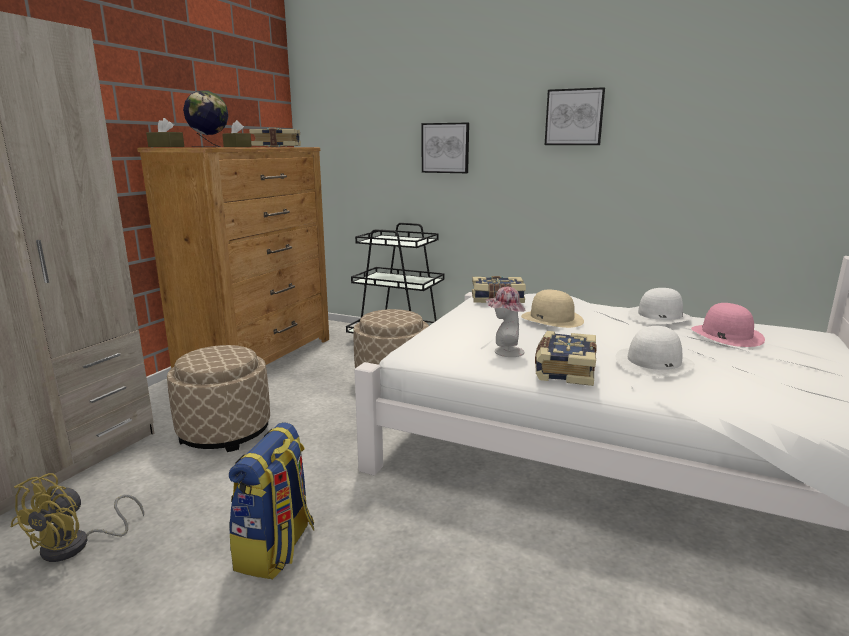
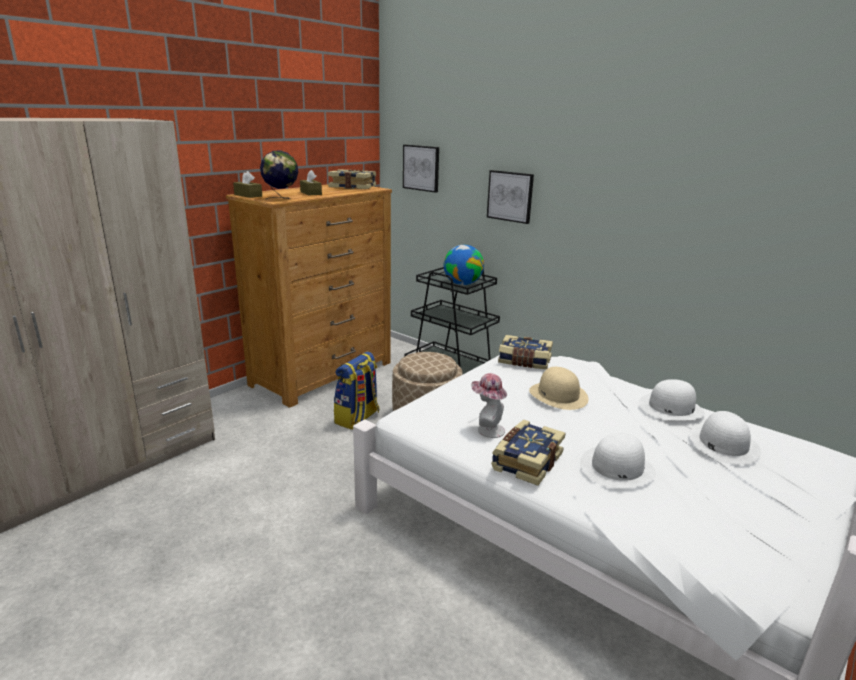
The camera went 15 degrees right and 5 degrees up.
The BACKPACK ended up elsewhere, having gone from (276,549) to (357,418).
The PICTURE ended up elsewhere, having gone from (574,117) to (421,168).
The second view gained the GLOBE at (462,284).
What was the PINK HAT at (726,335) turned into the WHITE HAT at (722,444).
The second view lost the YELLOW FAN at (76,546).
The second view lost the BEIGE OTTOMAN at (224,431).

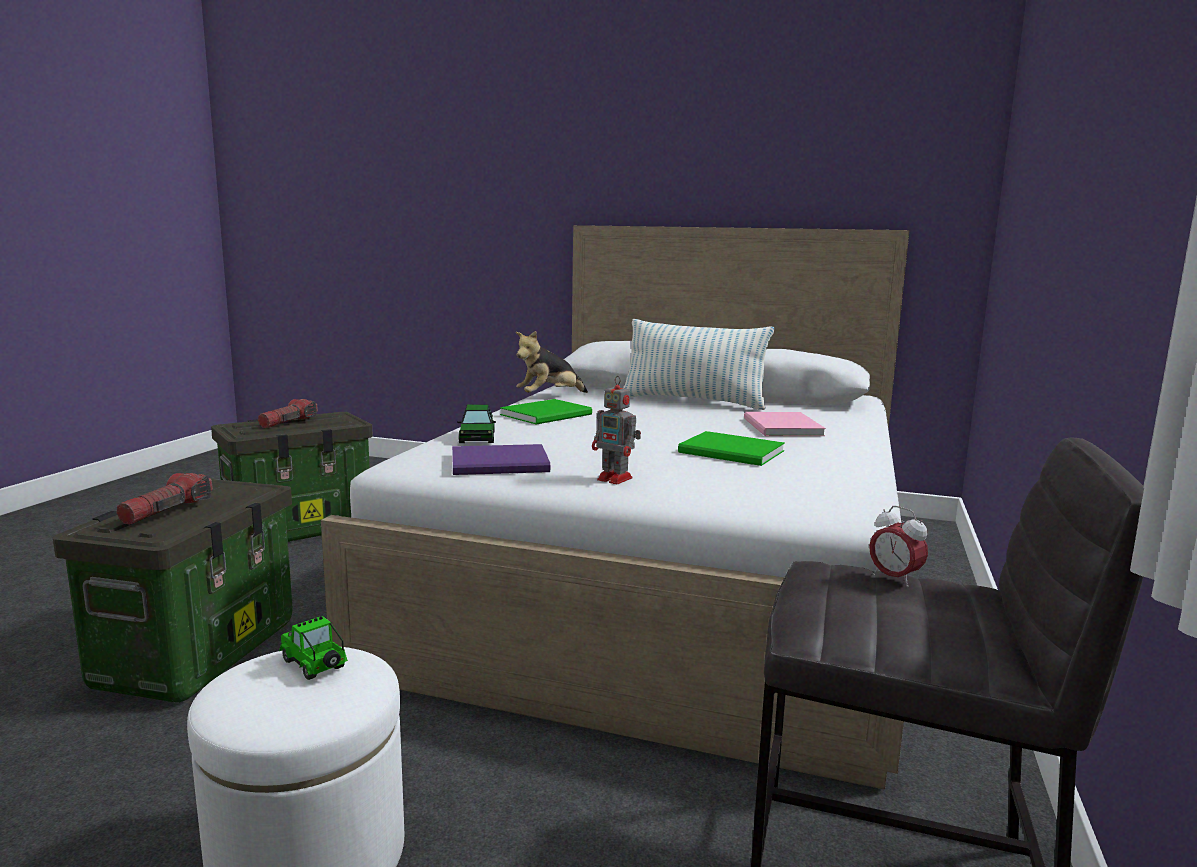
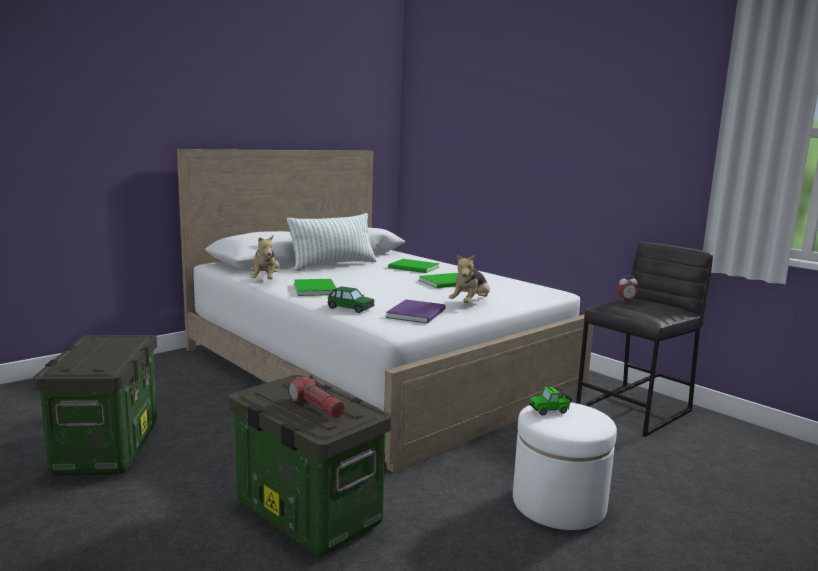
The camera went 60 degrees left and 0 degrees up.
What was the PINK BOOK at (781,428) turned into the GREEN BOOK at (414,268).
Where the TOY ROBOT stood at (616,479), the PLUSH TOY came to stand at (470,304).
The second view lost the FLASHLIGHT at (288,423).

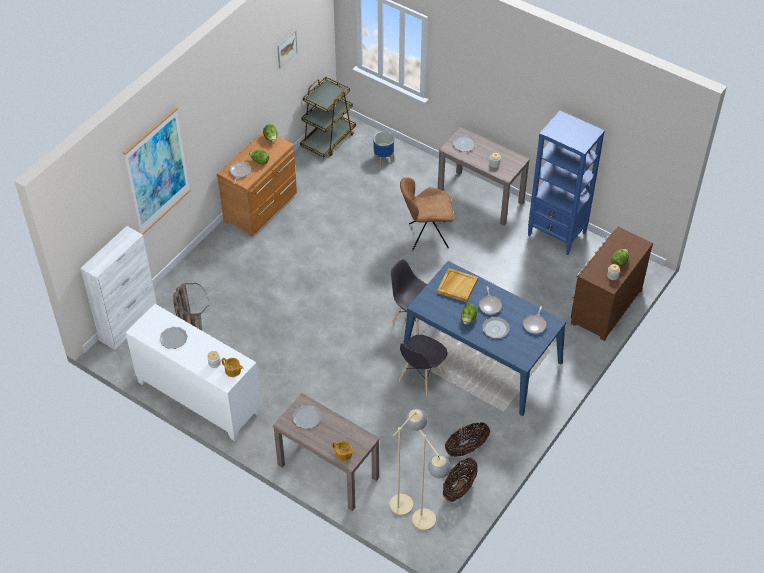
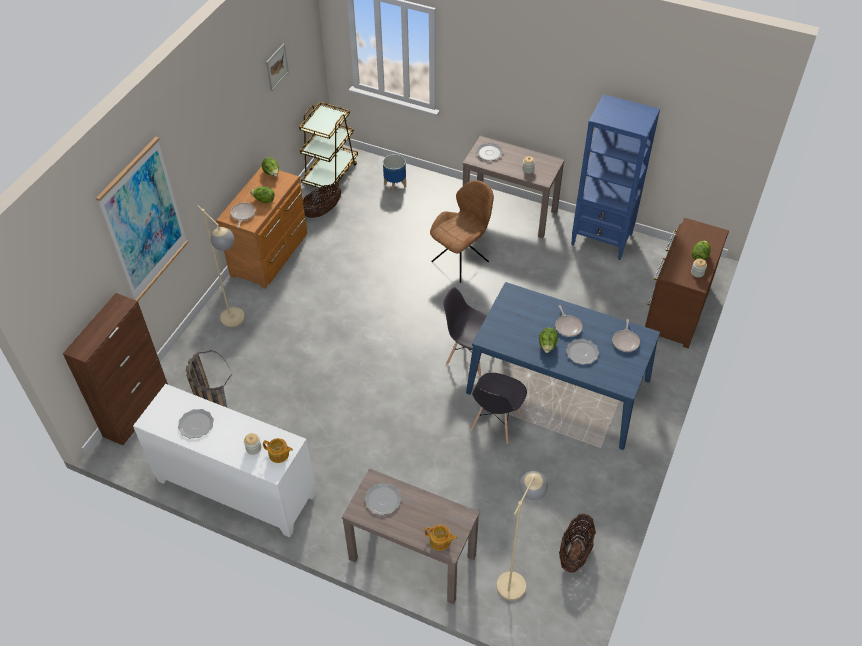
The camera went 10 degrees left and 0 degrees up.
What was the WHITE CABINET at (129,324) turned into the BROWN CABINET at (136,410).
The BEIGE FLOOR LAMP ended up elsewhere, having gone from (428,526) to (237,323).
The BASKET ended up elsewhere, having gone from (466,448) to (322,211).
The BROWN CHAIR at (426,236) ended up facing another way, 150 degrees clockwise from before.
The second view lost the BEIGE TRAY at (457,286).

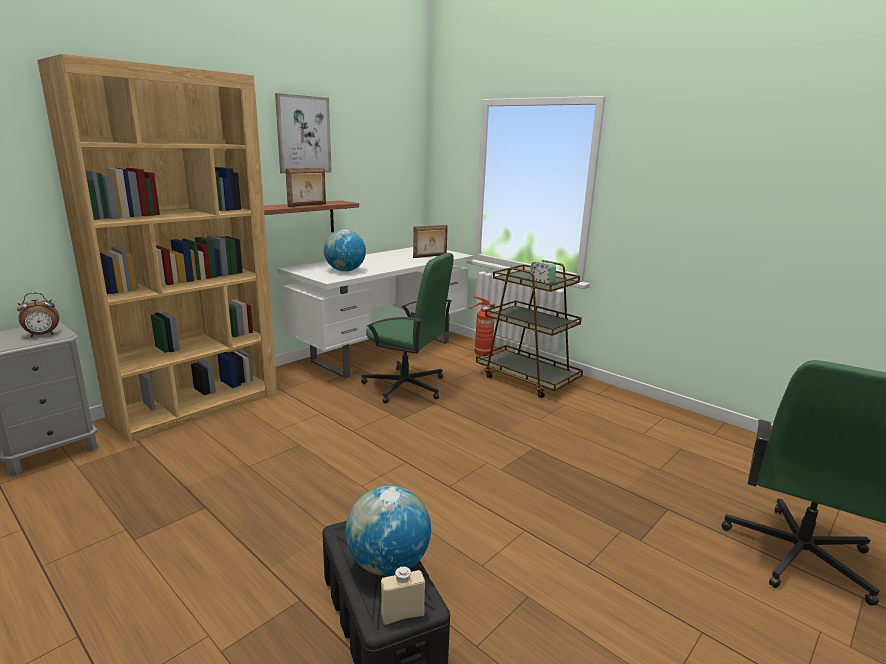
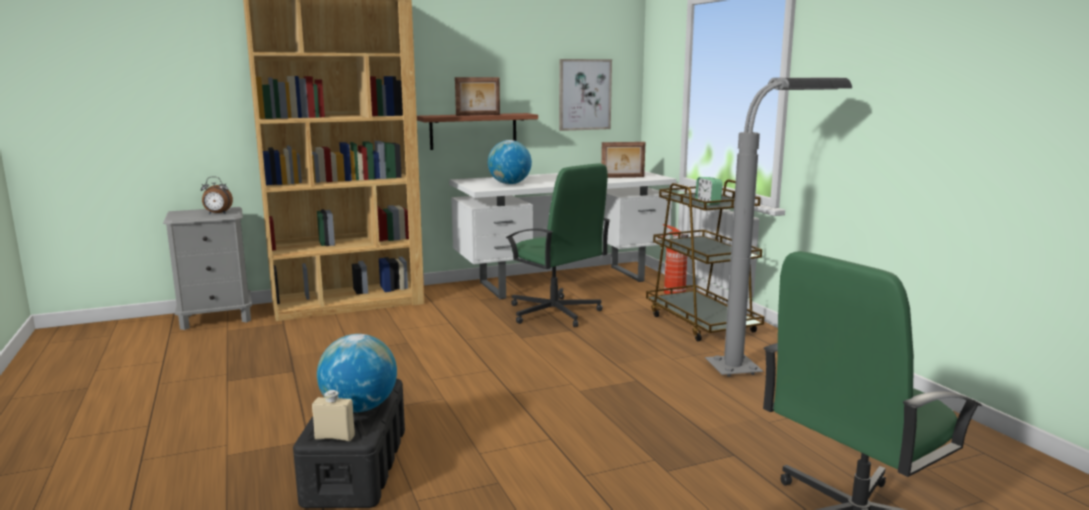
The camera went 25 degrees right and 5 degrees down.
The PICTURE ended up elsewhere, having gone from (303,135) to (584,94).
The second view gained the GREY FLOOR LAMP at (761,367).

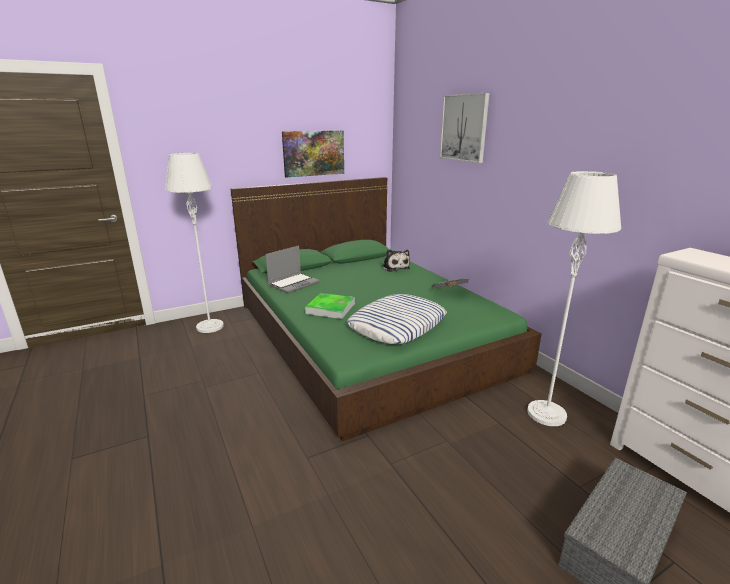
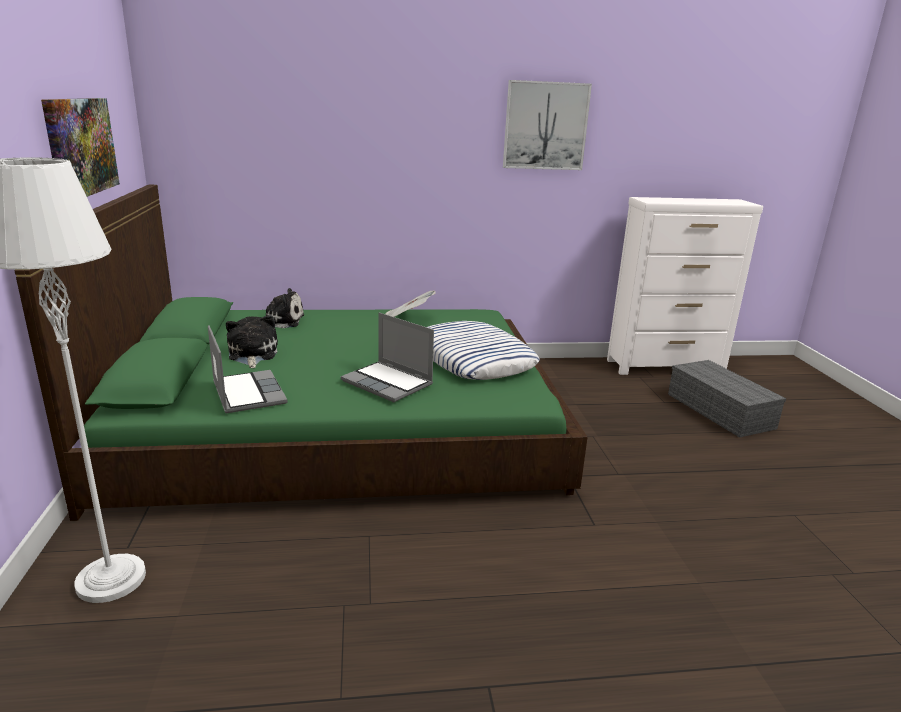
The camera went 70 degrees left and 0 degrees up.
The second view gained the PLUSH TOY at (252,354).
Where the TRAY stood at (330,308), the LAPTOP came to stand at (388,383).
The PICTURE ended up elsewhere, having gone from (464,128) to (545,126).
The second view lost the WHITE FLOOR LAMP at (546,414).

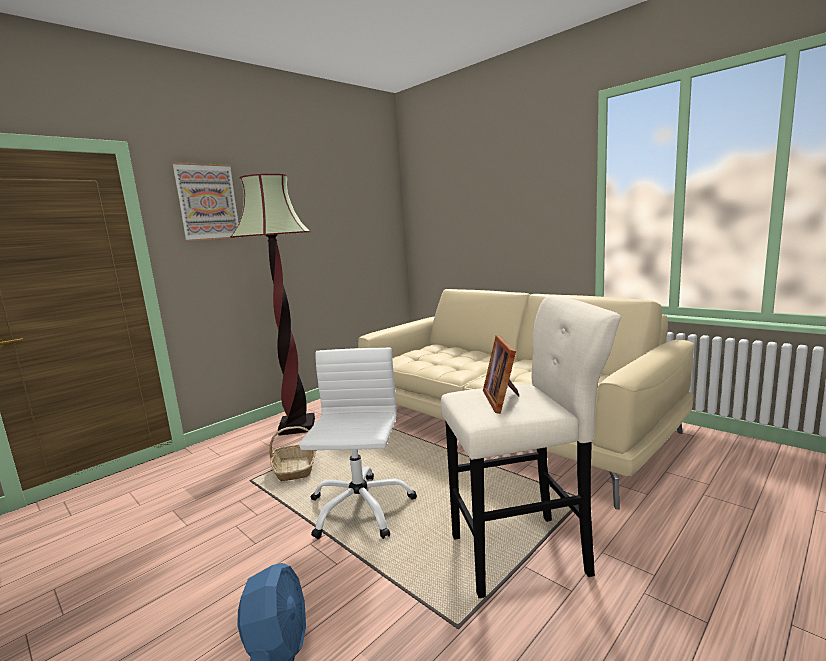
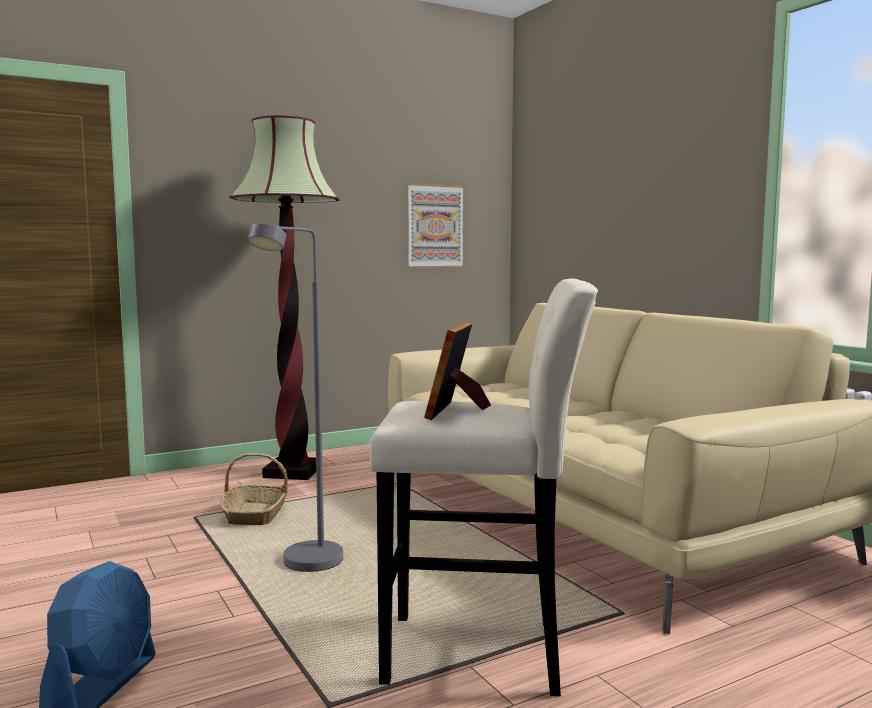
The camera went 15 degrees right and 5 degrees down.
Where the WHITE OFFICE CHAIR stood at (360,508), the GREY FLOOR LAMP came to stand at (304,567).
The PICTURE ended up elsewhere, having gone from (207,202) to (435,226).

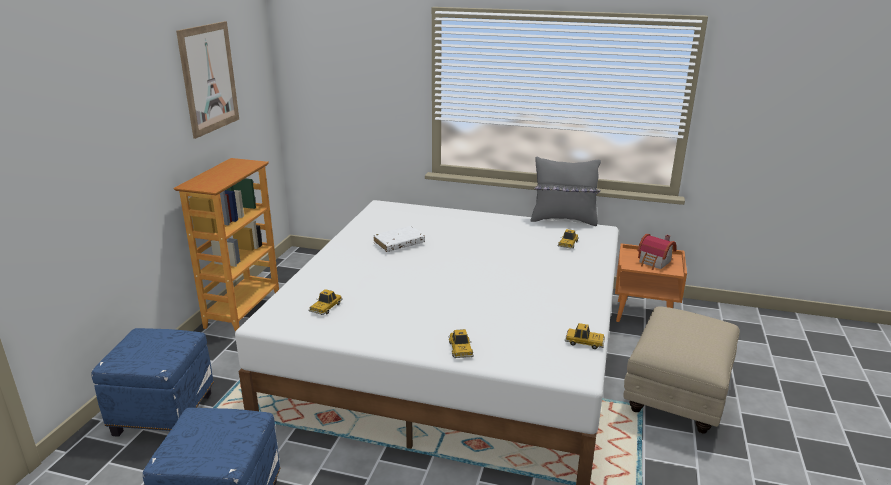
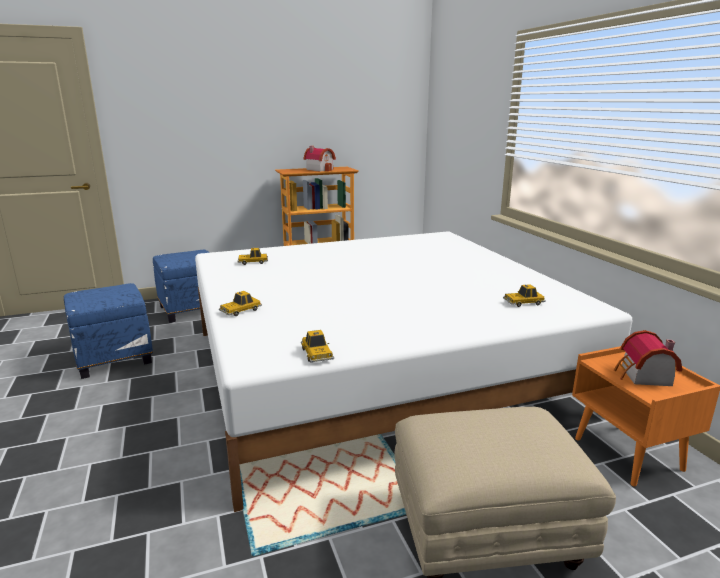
The camera went 55 degrees right and 5 degrees down.
The second view gained the TOY HOUSE at (320,169).
The second view lost the PICTURE at (209,78).
The second view lost the WHITE BOOK at (399,244).
The second view lost the GREY PILLOW at (563,220).

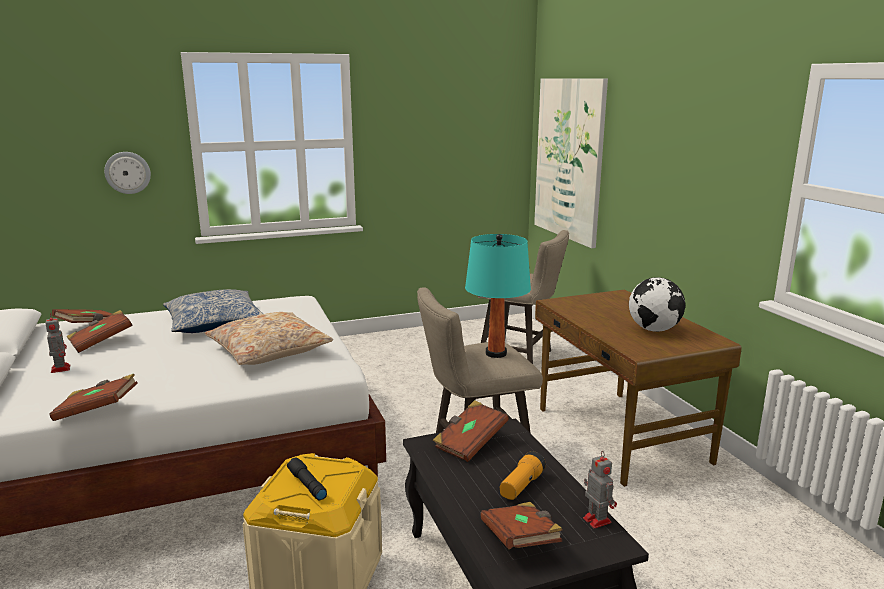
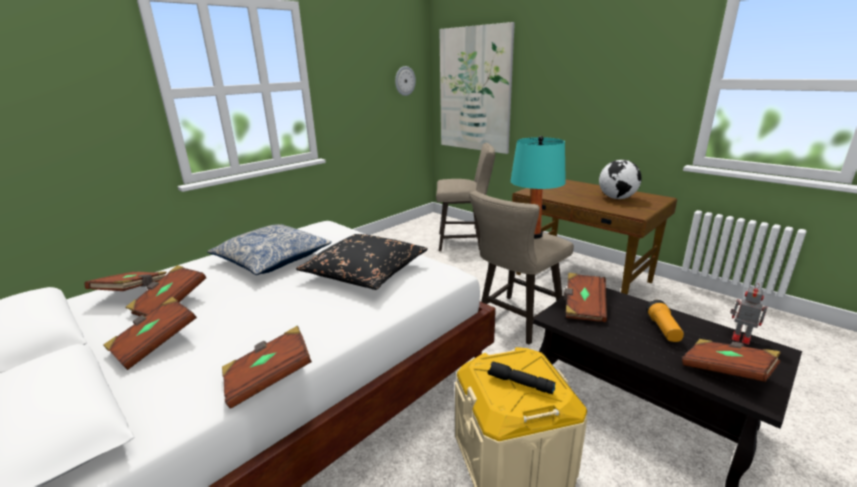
The camera went 25 degrees left and 5 degrees up.
Where the TOY ROBOT stood at (60,368), the BROWN BOOK came to stand at (155,344).
What was the BEIGE PILLOW at (269,351) turned into the BLACK PILLOW at (365,272).
The WALL CLOCK ended up elsewhere, having gone from (127,172) to (404,81).

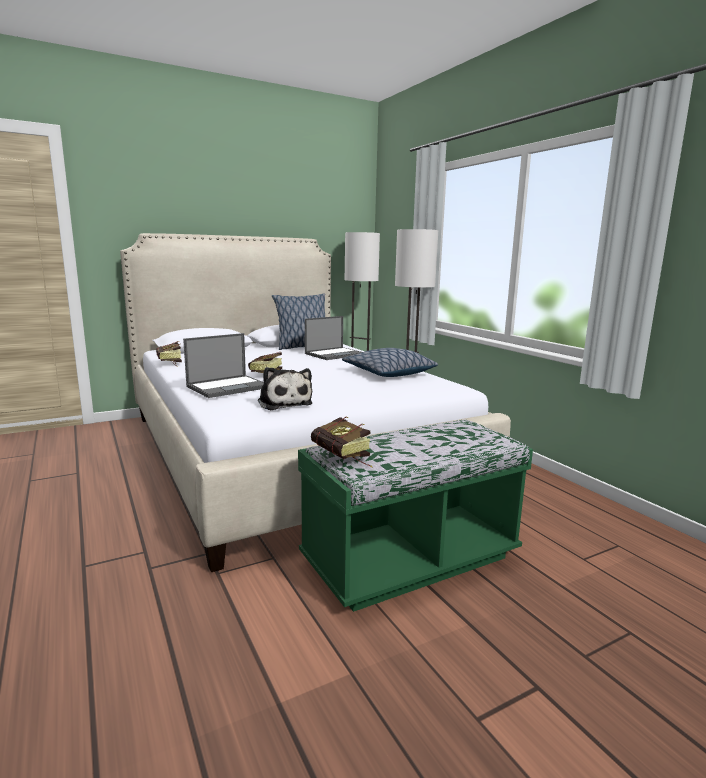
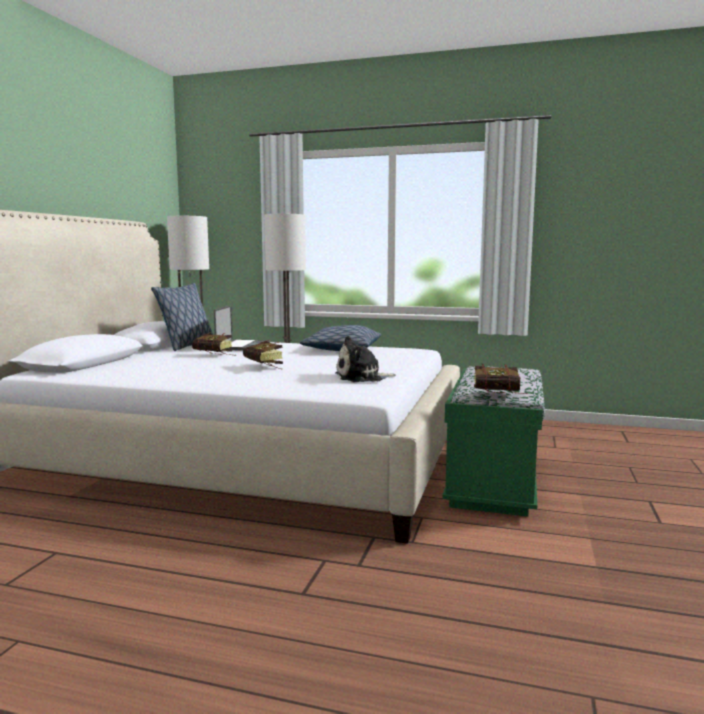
The camera went 45 degrees left and 5 degrees down.
The BOOK ended up elsewhere, having gone from (170,363) to (216,355).
The PLUSH TOY at (284,403) ended up facing another way, 150 degrees clockwise from before.
The second view lost the LAPTOP at (228,387).

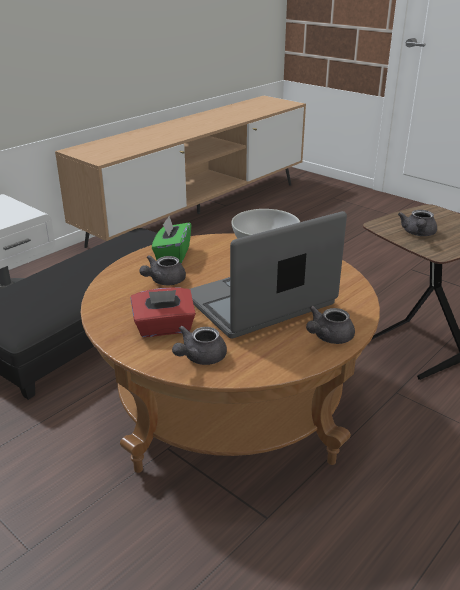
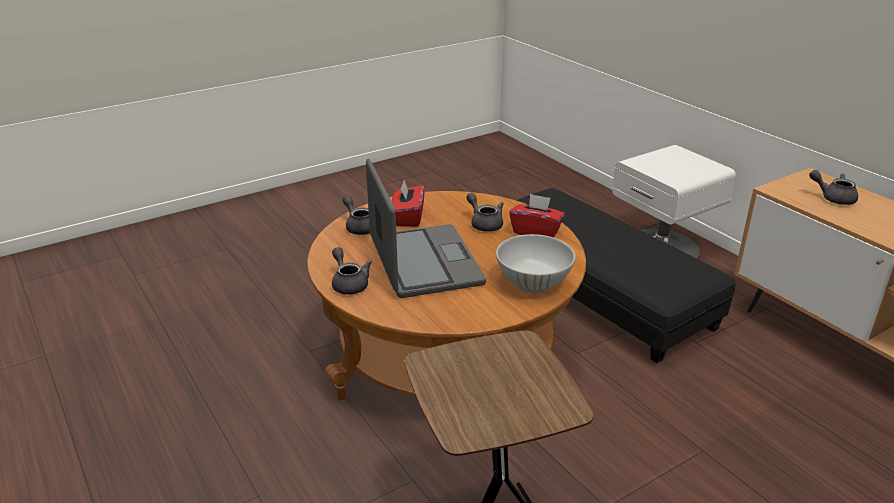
The camera went 105 degrees right and 0 degrees up.
What was the GREEN TISSUE BOX at (172,255) turned into the RED TISSUE BOX at (536,232).
The GREY TEAPOT ended up elsewhere, having gone from (418,234) to (833,198).

